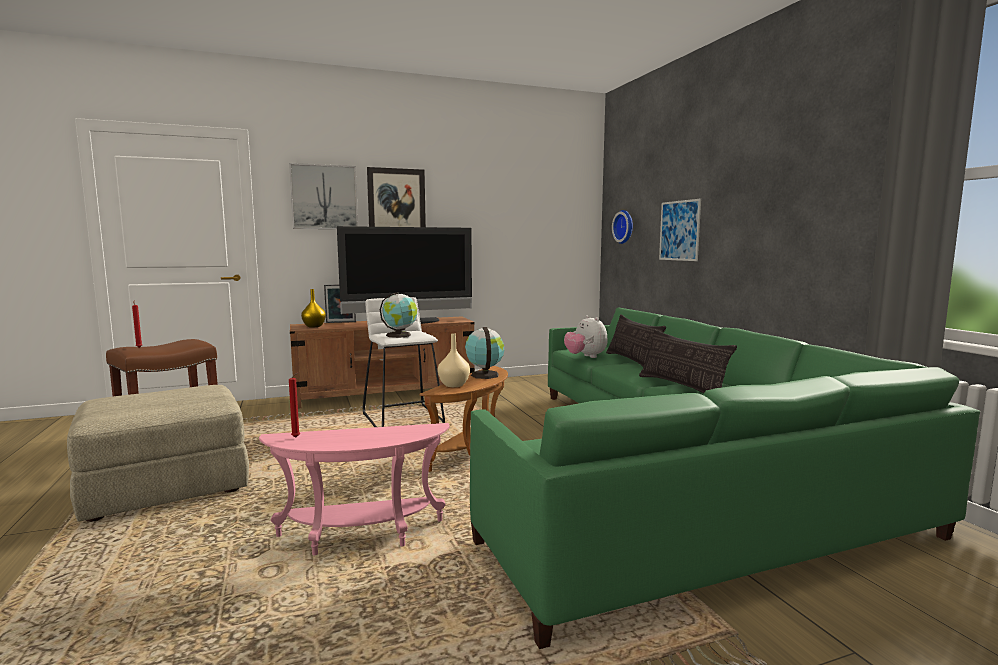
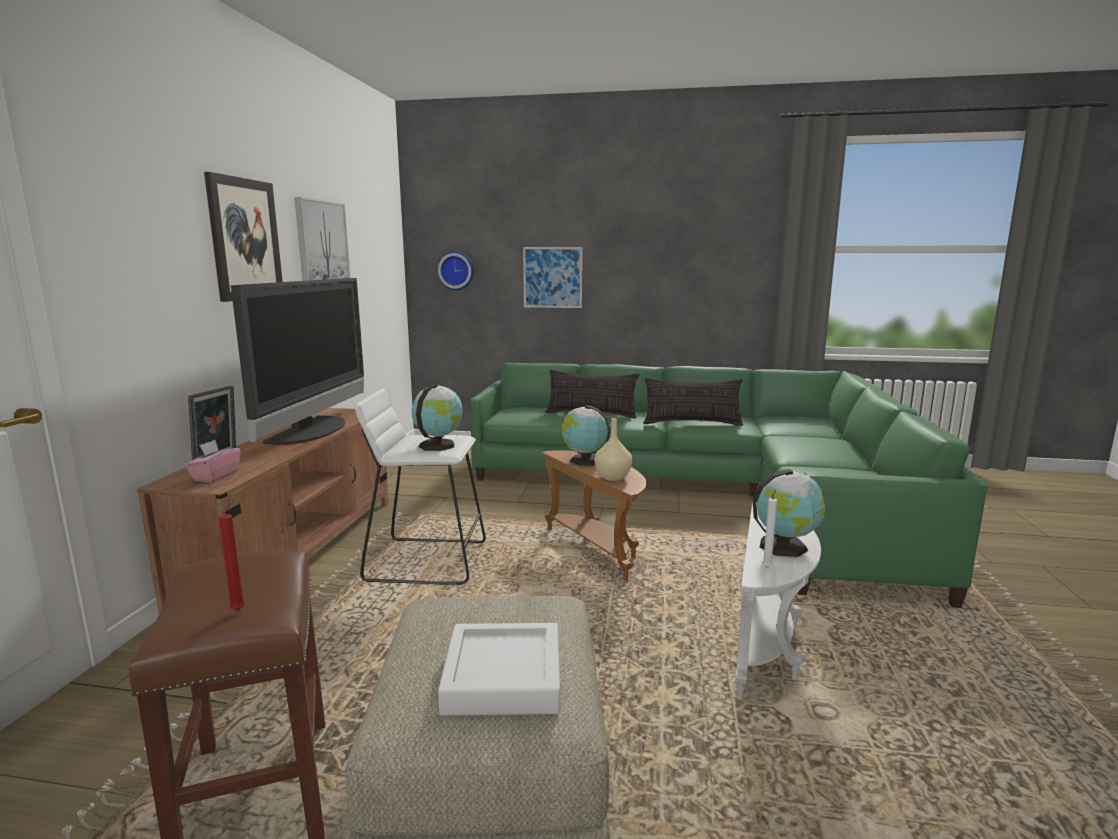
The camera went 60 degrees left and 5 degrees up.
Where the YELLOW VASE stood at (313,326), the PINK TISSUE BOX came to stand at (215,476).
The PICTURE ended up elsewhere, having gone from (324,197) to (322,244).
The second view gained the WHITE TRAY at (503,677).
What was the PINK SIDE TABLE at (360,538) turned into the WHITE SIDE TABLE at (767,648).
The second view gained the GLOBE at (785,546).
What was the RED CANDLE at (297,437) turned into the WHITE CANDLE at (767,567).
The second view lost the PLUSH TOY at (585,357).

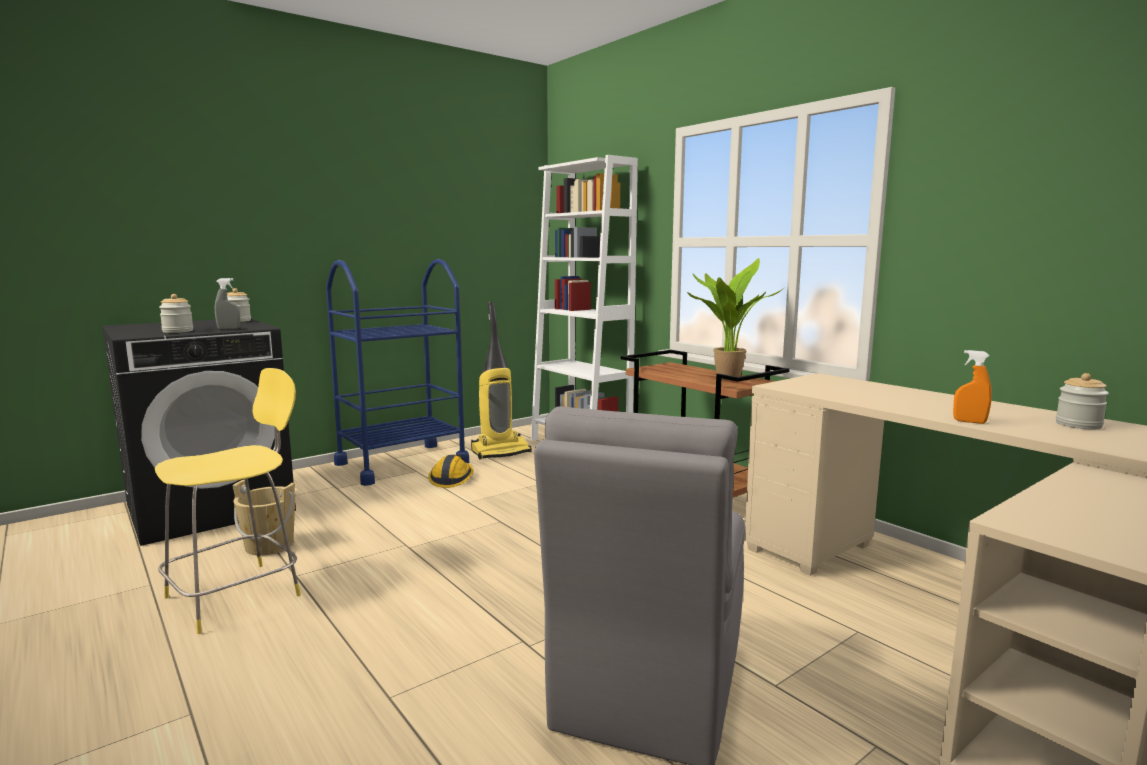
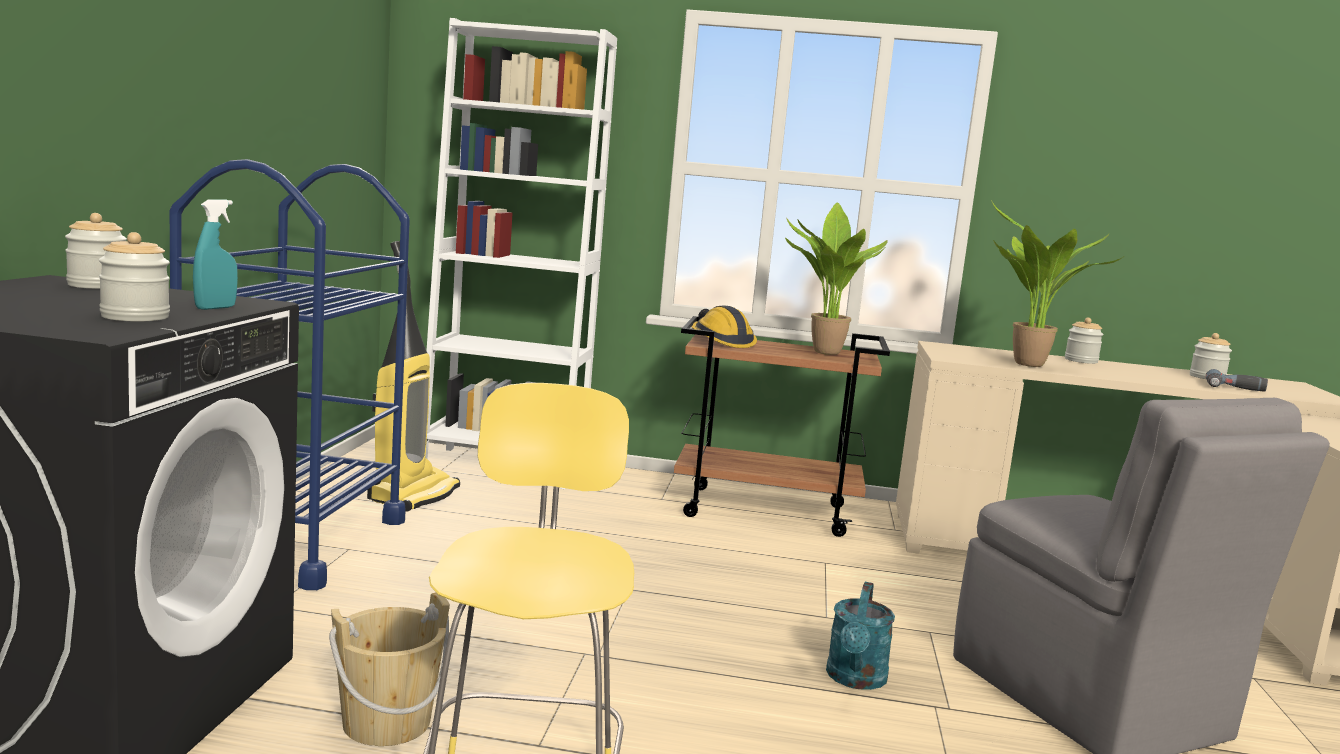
The camera went 45 degrees left and 0 degrees up.
What was the GREY SPRAY BOTTLE at (229,329) turned into the TURQUOISE SPRAY BOTTLE at (215,308).
The HARD HAT ended up elsewhere, having gone from (452,479) to (720,341).
The second view gained the TURQUOISE WATERING CAN at (855,680).
The second view gained the POTTED PLANT at (1026,365).
The second view gained the JAR at (1081,360).
The second view gained the POWER DRILL at (1234,389).
The second view lost the ORANGE SPRAY BOTTLE at (969,422).

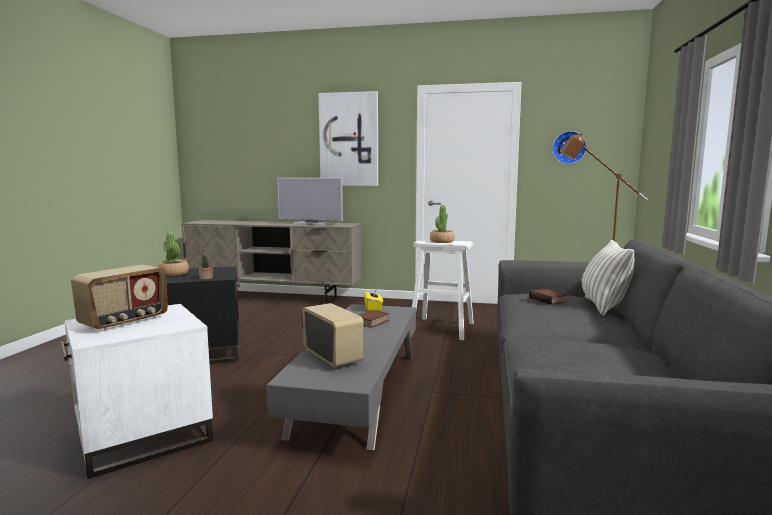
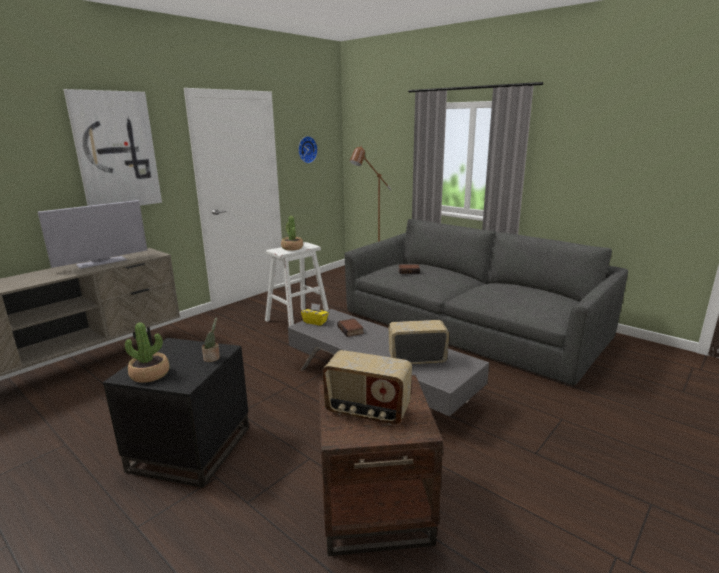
The camera went 60 degrees left and 10 degrees up.
What was the WHITE SIDE TABLE at (144,436) turned into the BROWN SIDE TABLE at (375,505).
The RADIO at (125,322) ended up facing another way, 135 degrees clockwise from before.
The second view lost the PILLOW at (603,306).

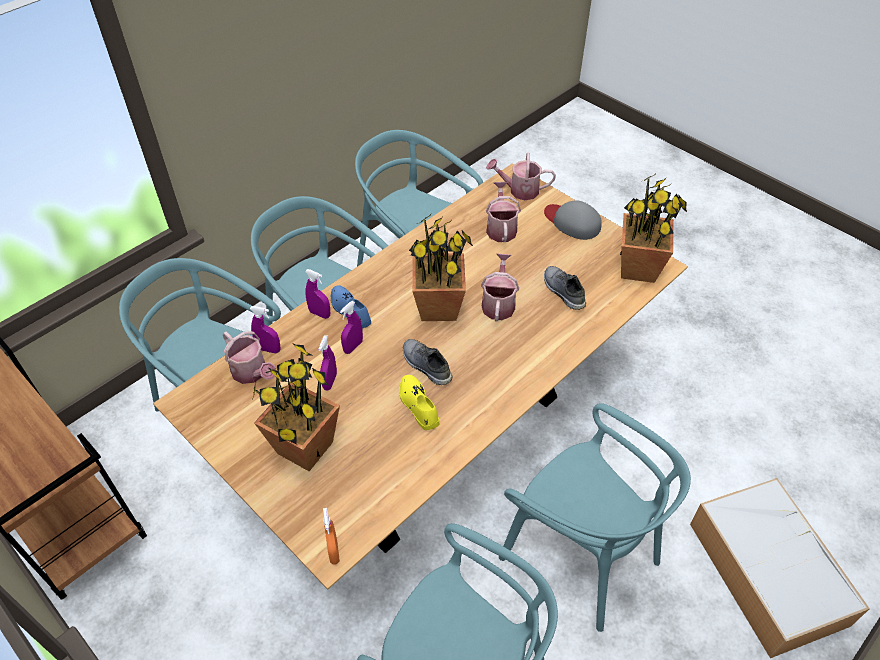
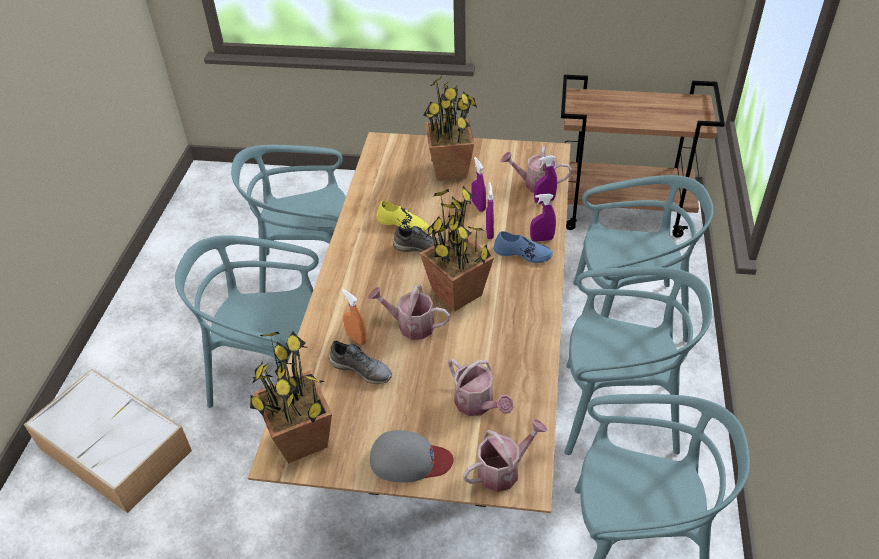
The camera went 145 degrees right and 5 degrees down.
The ORANGE SPRAY BOTTLE ended up elsewhere, having gone from (333,552) to (356,338).
The WATERING CAN at (498,303) ended up facing another way, 135 degrees clockwise from before.

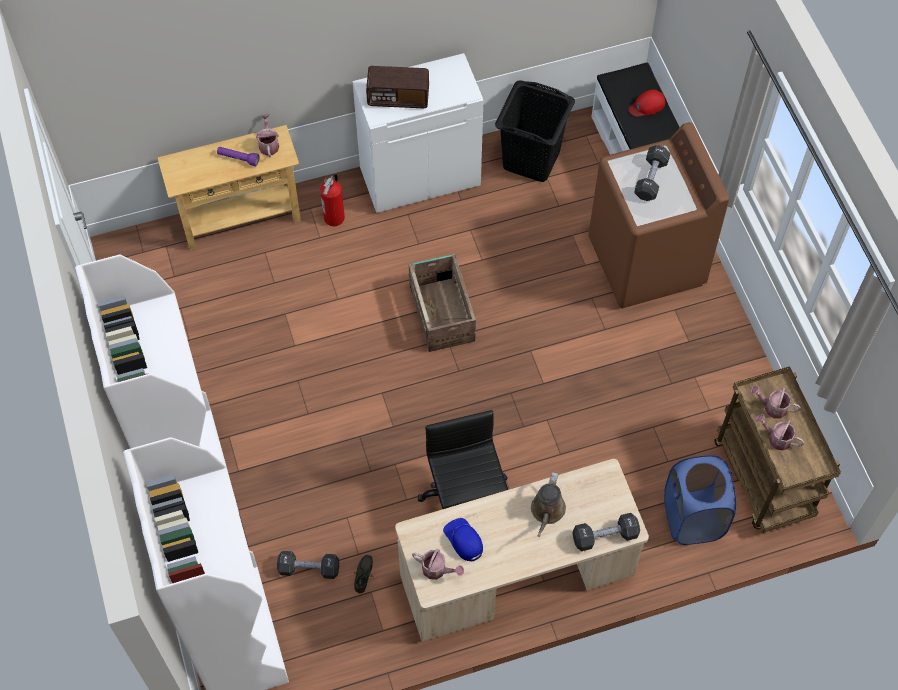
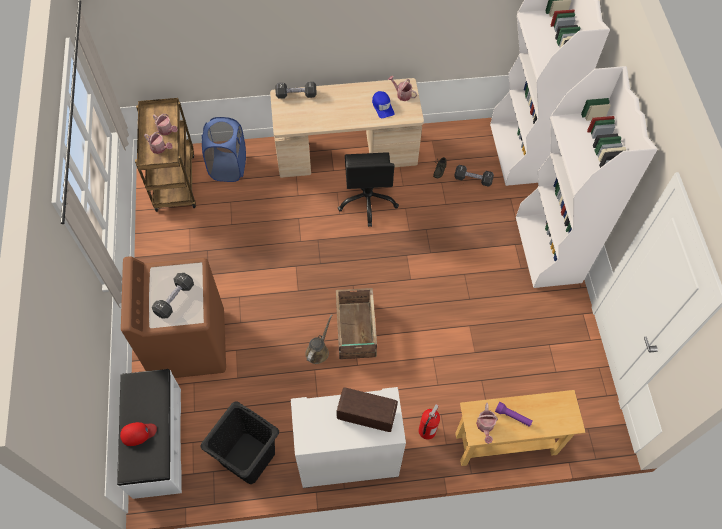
The camera went 170 degrees left and 0 degrees up.
The BROWN WATERING CAN ended up elsewhere, having gone from (547,512) to (318,351).

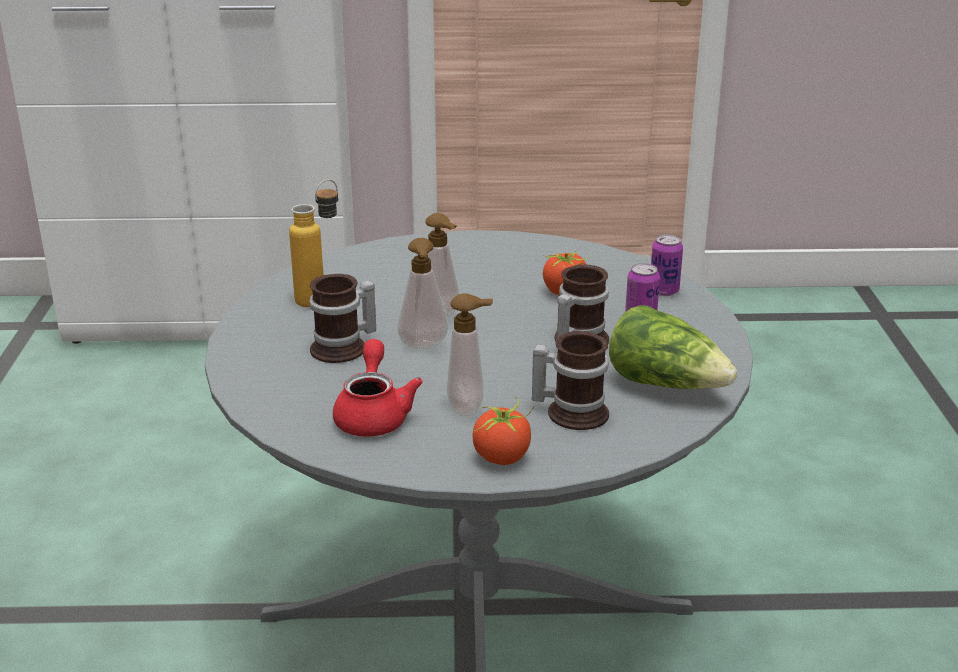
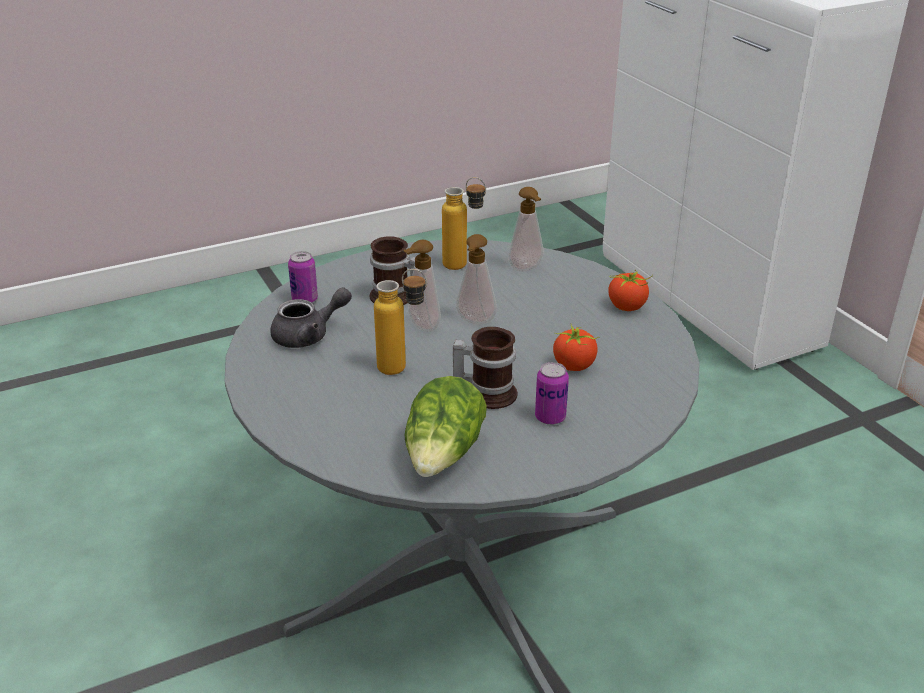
The camera went 65 degrees right and 5 degrees up.
What was the RED TEAPOT at (373,415) turned into the GREY TEAPOT at (309,335).
The CAN ended up elsewhere, having gone from (664,291) to (305,300).
The second view gained the BOTTLE at (403,369).
The SOAP DISPENSER ended up elsewhere, having gone from (469,409) to (527,269).
The TOMATO ended up elsewhere, having gone from (502,457) to (627,306).
The second view lost the MUG at (572,411).

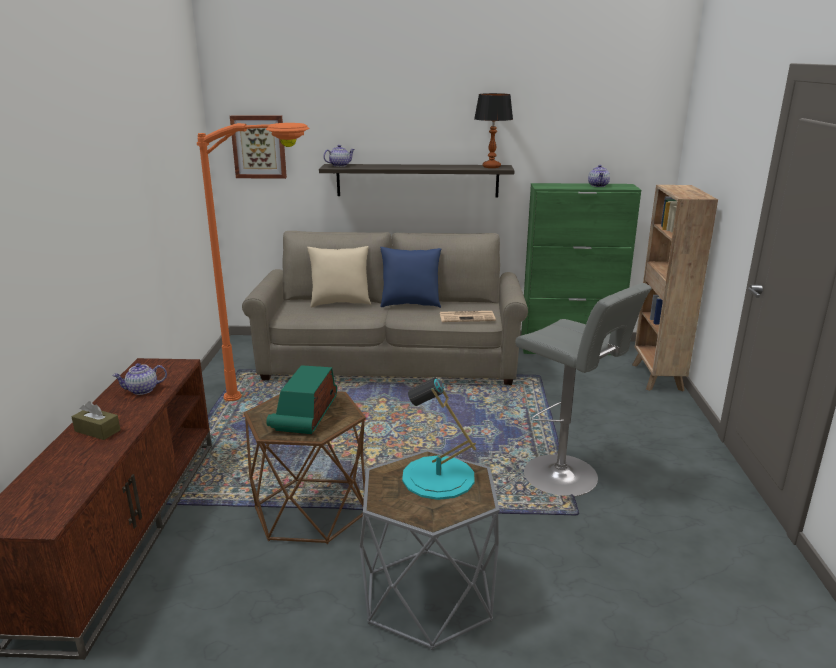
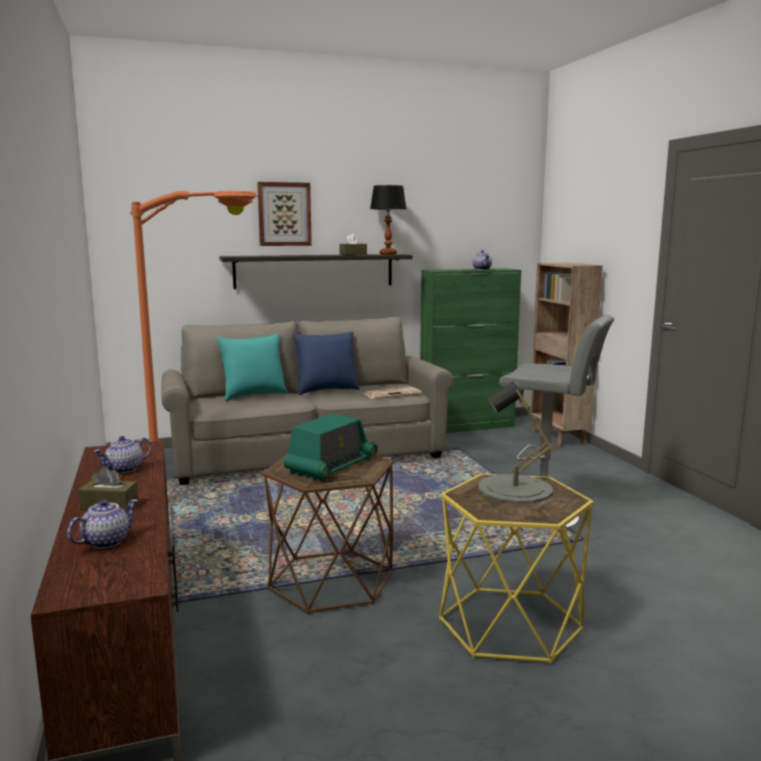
The camera went 20 degrees left and 10 degrees down.
The TEAPOT ended up elsewhere, having gone from (339,165) to (106,541).
What was the BEIGE PILLOW at (340,303) turned into the TURQUOISE PILLOW at (253,395).
The PICTURE ended up elsewhere, having gone from (259,147) to (284,214).
The RADIO at (305,414) ended up facing another way, 135 degrees counterclockwise from before.
The second view gained the BROWN TISSUE BOX at (353,254).
What was the GREY SIDE TABLE at (428,596) turned into the YELLOW SIDE TABLE at (510,624).
What was the TURQUOISE TABLE LAMP at (438,477) turned into the GREY TABLE LAMP at (515,489).

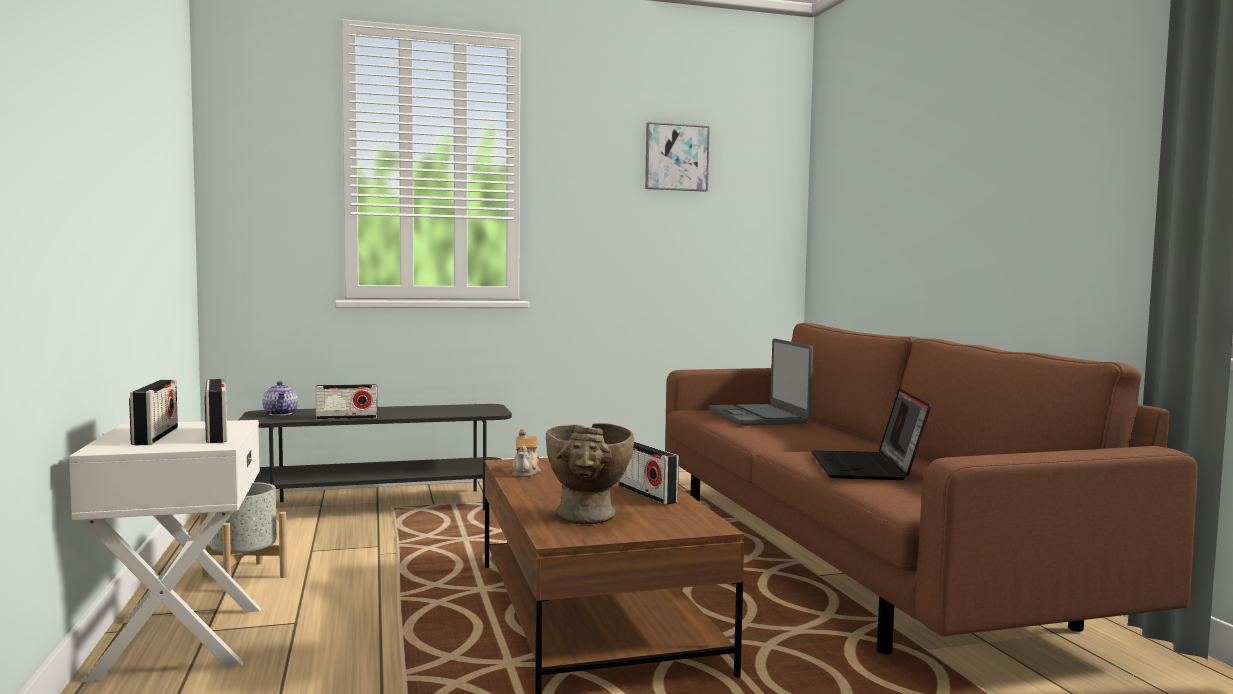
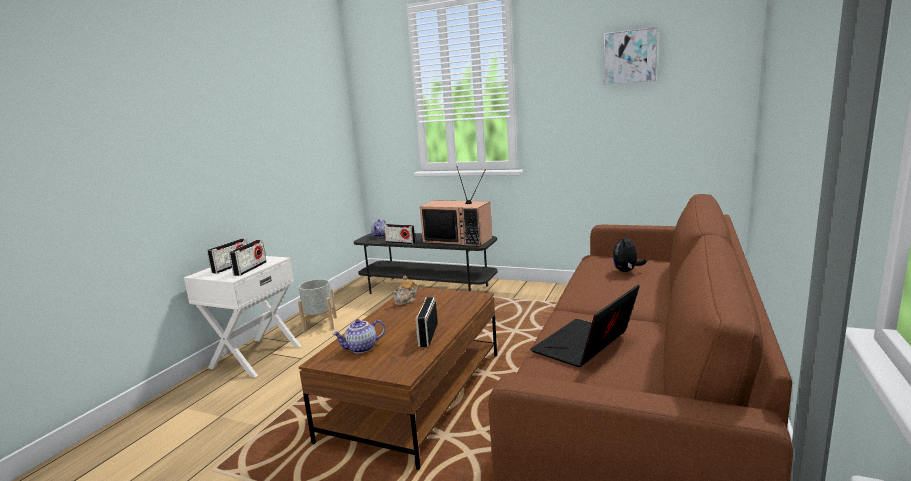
The camera went 40 degrees right and 10 degrees up.
Where the BEIGE VASE stood at (588,518), the TEAPOT came to stand at (361,349).
The second view gained the TELEVISION at (459,240).
Where the LAPTOP stood at (759,417), the PLUSH TOY came to stand at (626,271).

